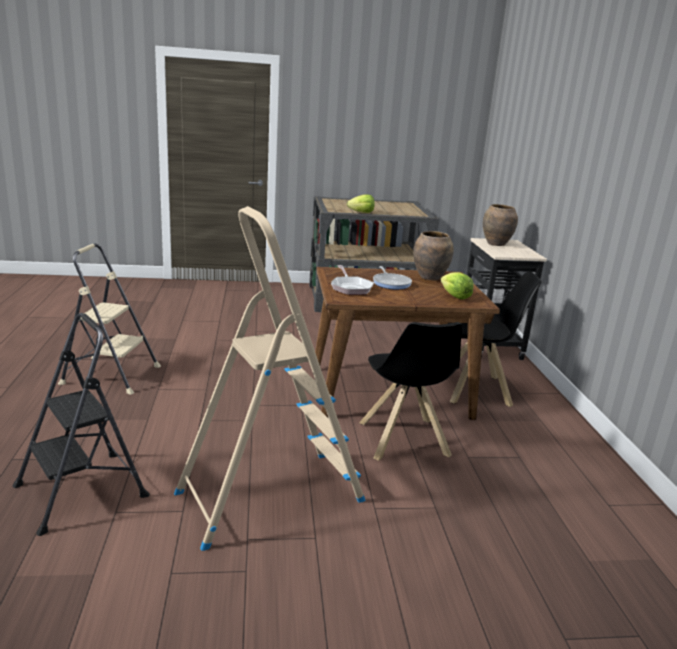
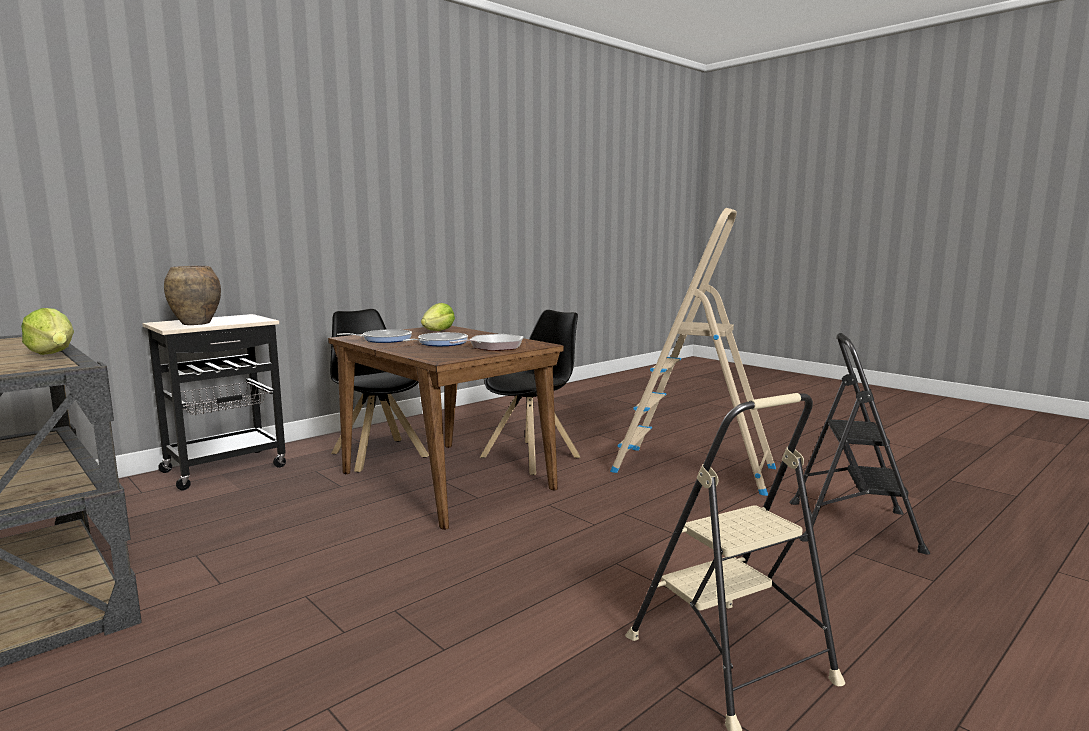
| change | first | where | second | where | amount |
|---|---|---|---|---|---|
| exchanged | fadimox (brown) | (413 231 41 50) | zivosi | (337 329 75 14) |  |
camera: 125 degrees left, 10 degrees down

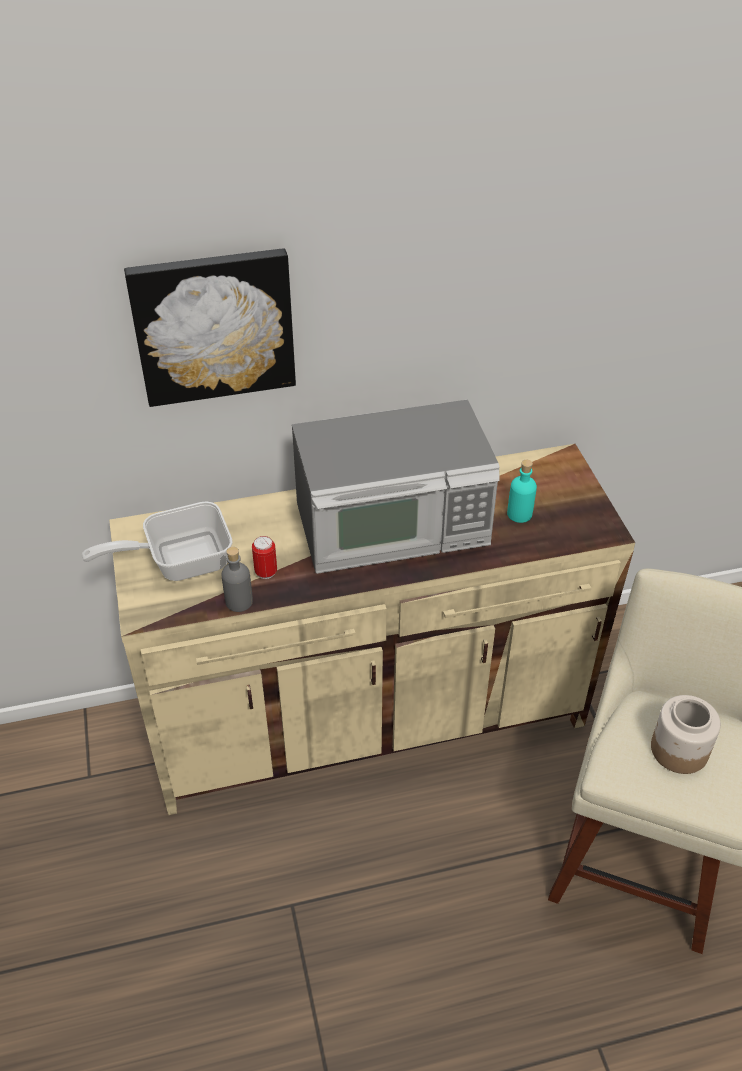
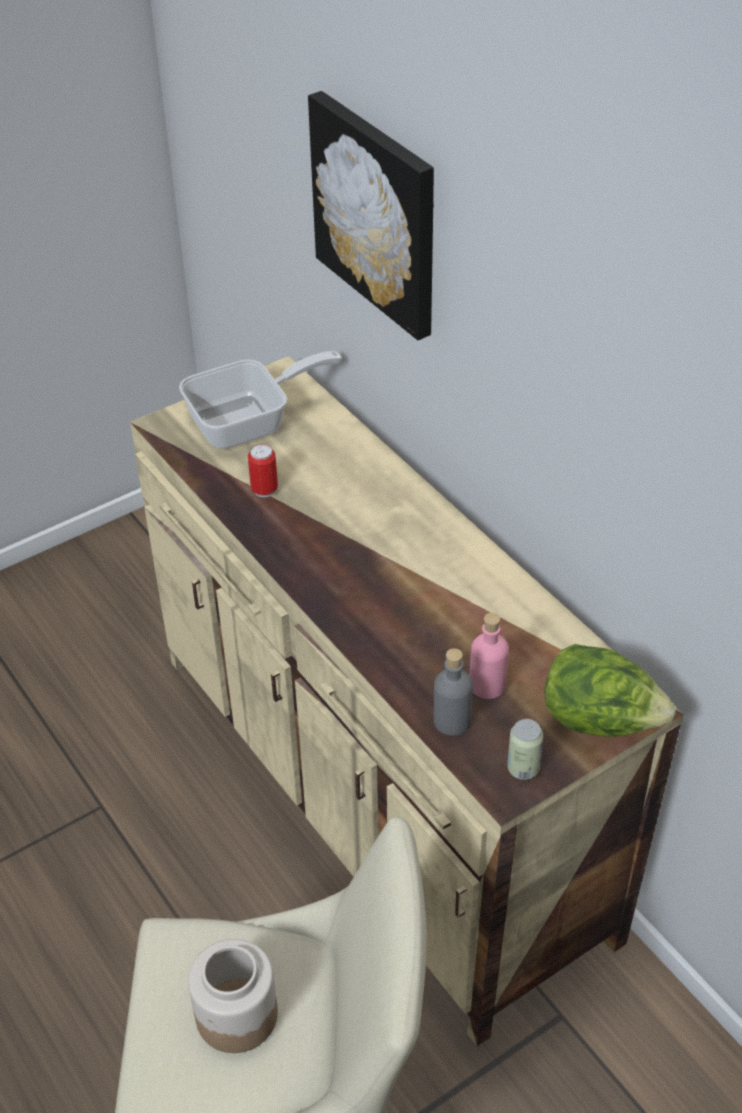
| change | first | where | second | where | amount |
|---|---|---|---|---|---|
| spun | zivosi | (82 501 151 80) |  | (179 351 163 98) | 105 degrees clockwise |
| relocated | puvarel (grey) | (221 547 32 65) |  | (434 648 39 88) |  |
| colour | puvarel (turquoise) | (507 460 30 63) | puvarel (pink) | (470 613 39 86) |  |
| appeared |  |  | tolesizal | (508 719 35 61) |  |
| appeared |  |  | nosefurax | (544 644 132 93) |  |
| missing | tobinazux | (292 400 208 174) |  |  |  |
camera: 70 degrees right, 0 degrees up

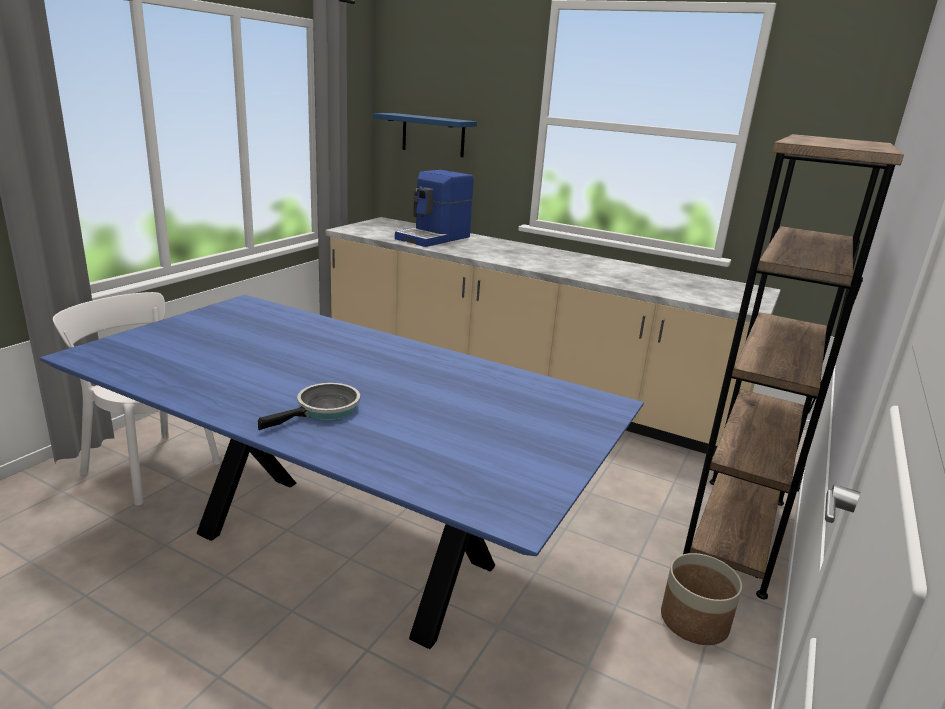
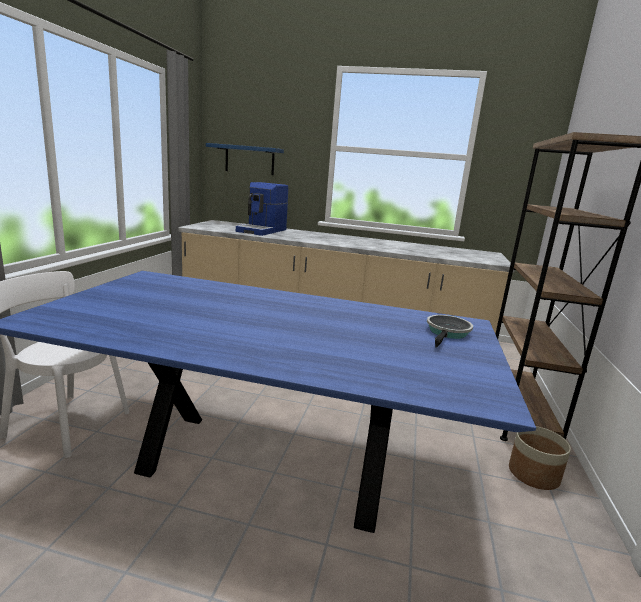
| change | first | where | second | where | amount |
|---|---|---|---|---|---|
| relocated | zivosi | (258 383 102 47) |  | (427 315 46 33) |  |
camera: 15 degrees left, 5 degrees down

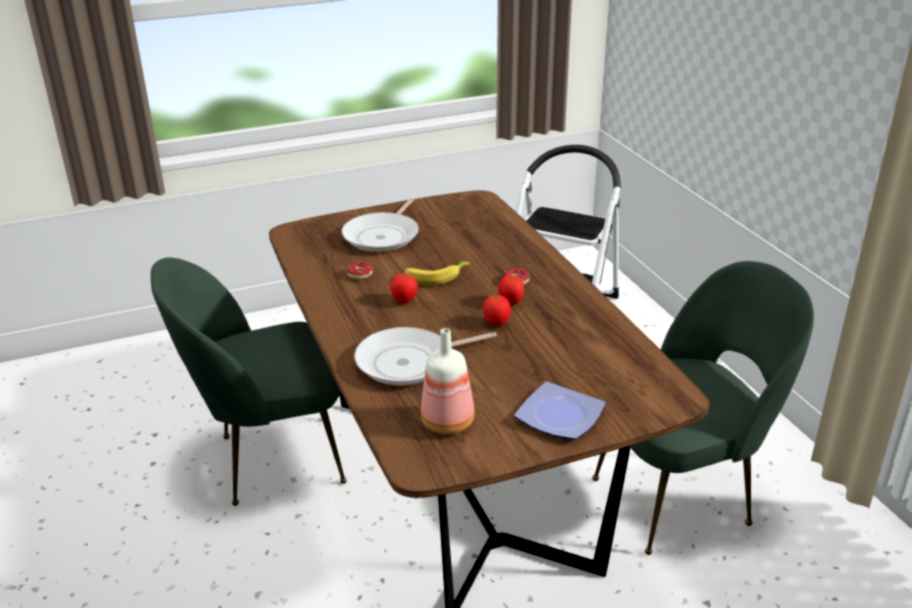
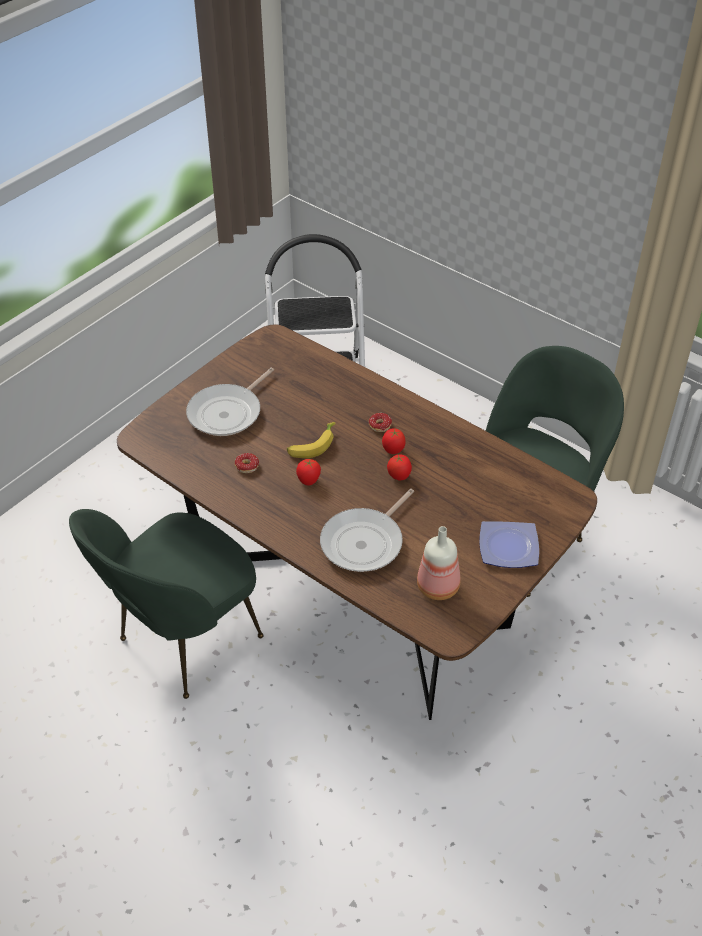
| change | first | where | second | where | amount |
|---|---|---|---|---|---|
| spun | zivosi | (342 198 77 54) |  | (186 368 88 68) | 45 degrees clockwise |
camera: 30 degrees left, 15 degrees up

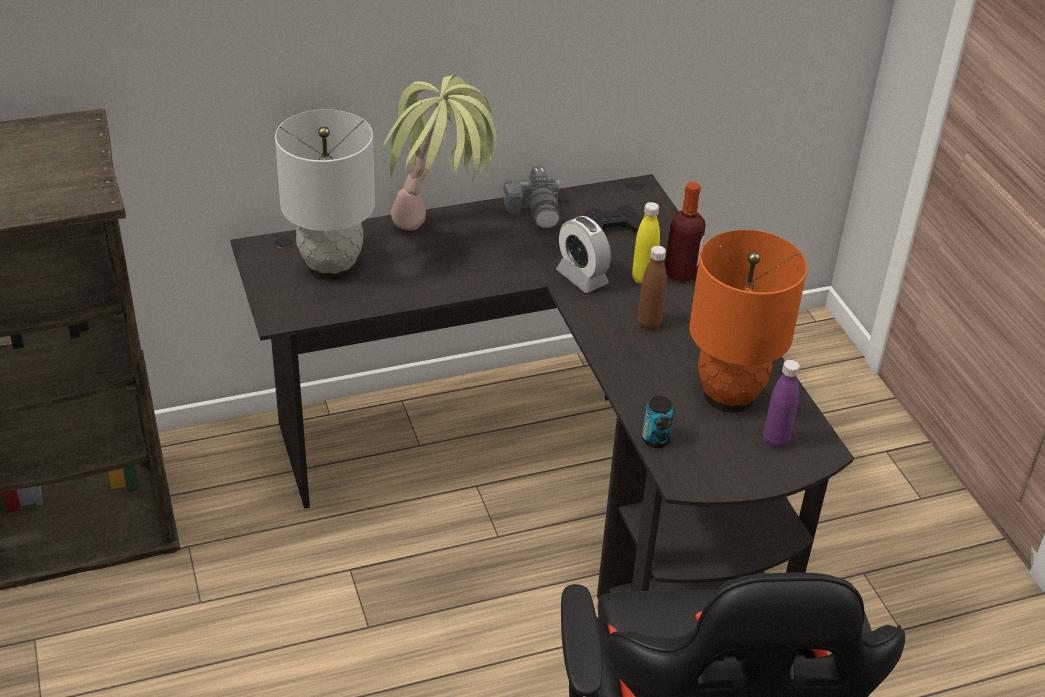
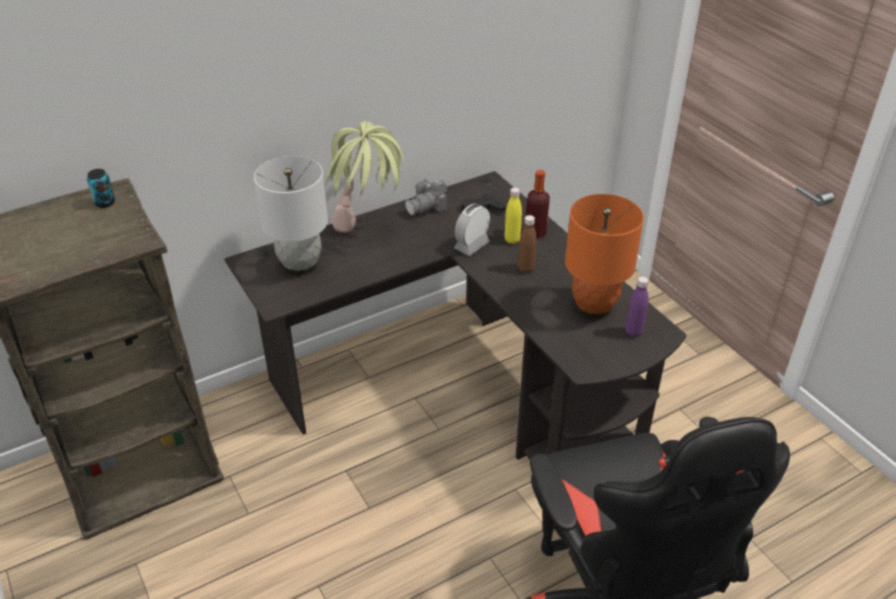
| change | first | where | second | where | amount |
|---|---|---|---|---|---|
| relocated | tolesizal | (642 396 32 52) |  | (87 169 28 39) |  |
| spun | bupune | (503 166 58 63) |  | (405 179 42 37) | 75 degrees clockwise |
| spun | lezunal | (556 216 55 77) |  | (454 204 36 52) | 90 degrees clockwise |
camera: 10 degrees left, 0 degrees up

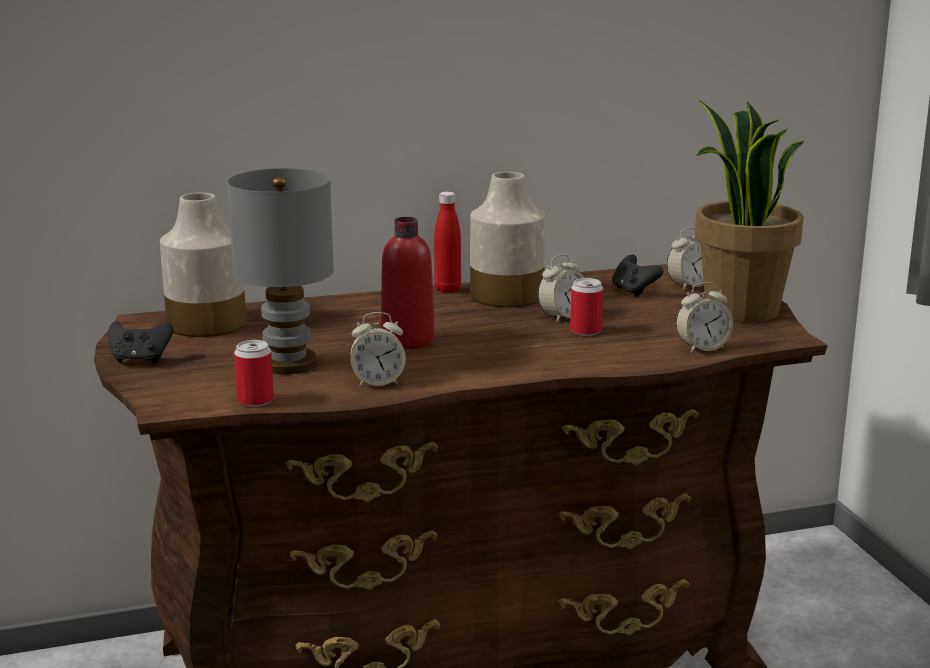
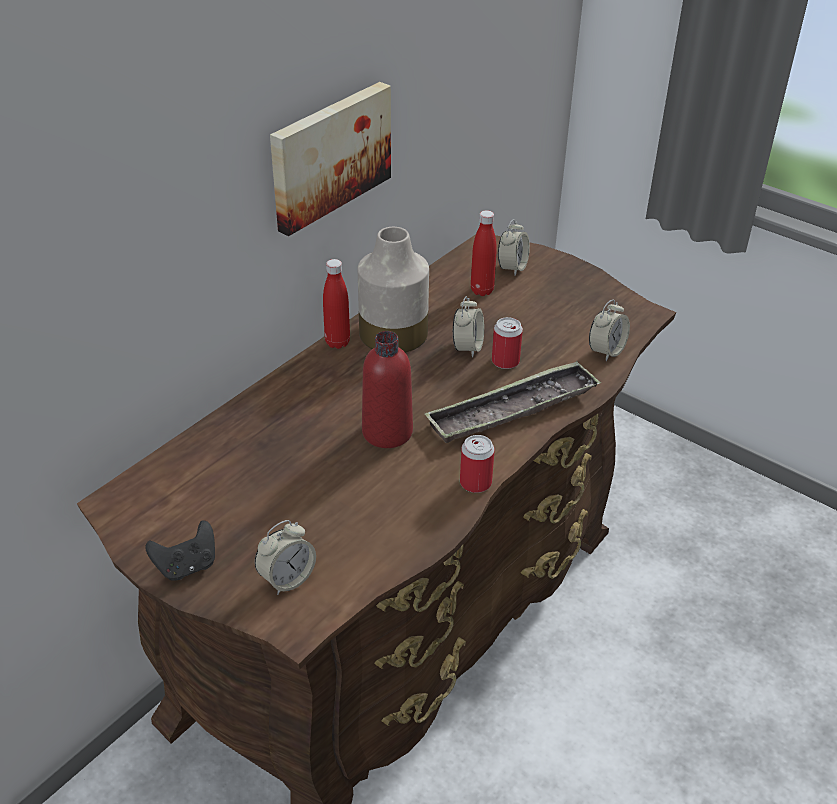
| change | first | where | second | where | amount |
|---|---|---|---|---|---|
| relocated | lezunal | (350 312 56 75) |  | (255 520 61 75) |  |
| appeared |  |  | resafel | (270 82 121 154) |  |
| appeared |  |  | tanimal | (425 361 176 82) |  |
| relocated | tolesizal | (234 340 40 67) |  | (460 435 35 58) |  |
| exchanged | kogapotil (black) | (612 255 51 42) | puvarel (red) | (471 210 26 86) |  |
| missing | fadimox (beige) | (160 193 87 144) |  |  |  |
| missing | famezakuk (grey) | (227 168 107 206) |  |  |  |
| missing | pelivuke | (695 100 110 222) |  |  |  |
camera: 35 degrees left, 20 degrees up

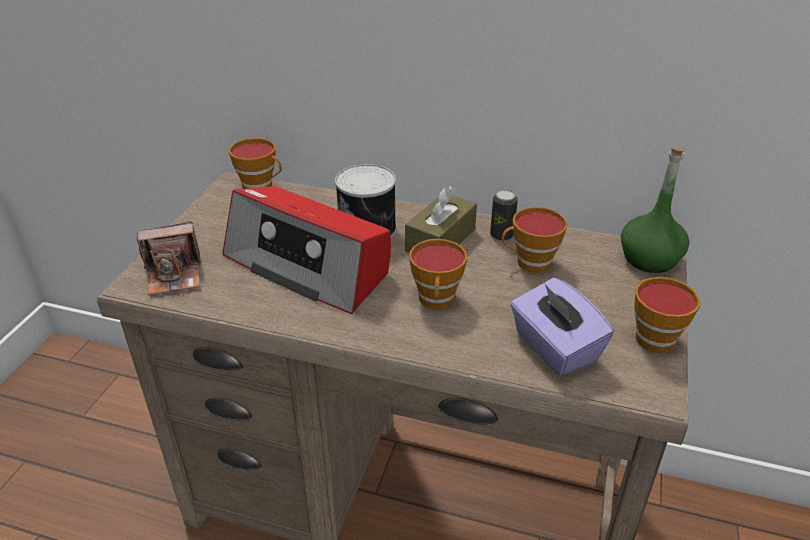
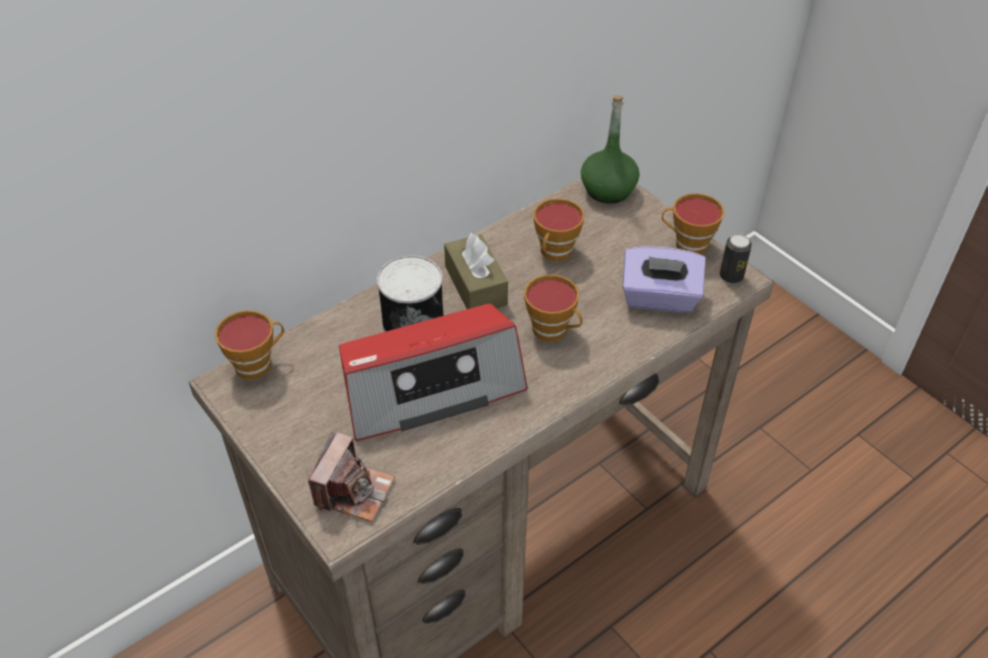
| change | first | where | second | where | amount |
|---|---|---|---|---|---|
| relocated | tolesizal | (490 190 28 51) |  | (720 234 32 49) |  |
camera: 55 degrees left, 10 degrees up

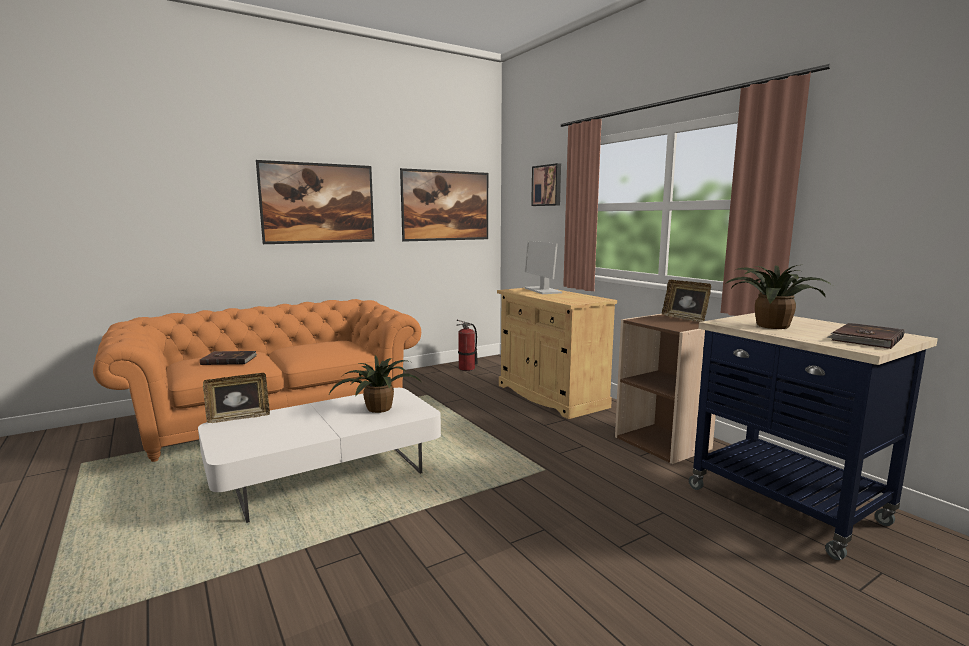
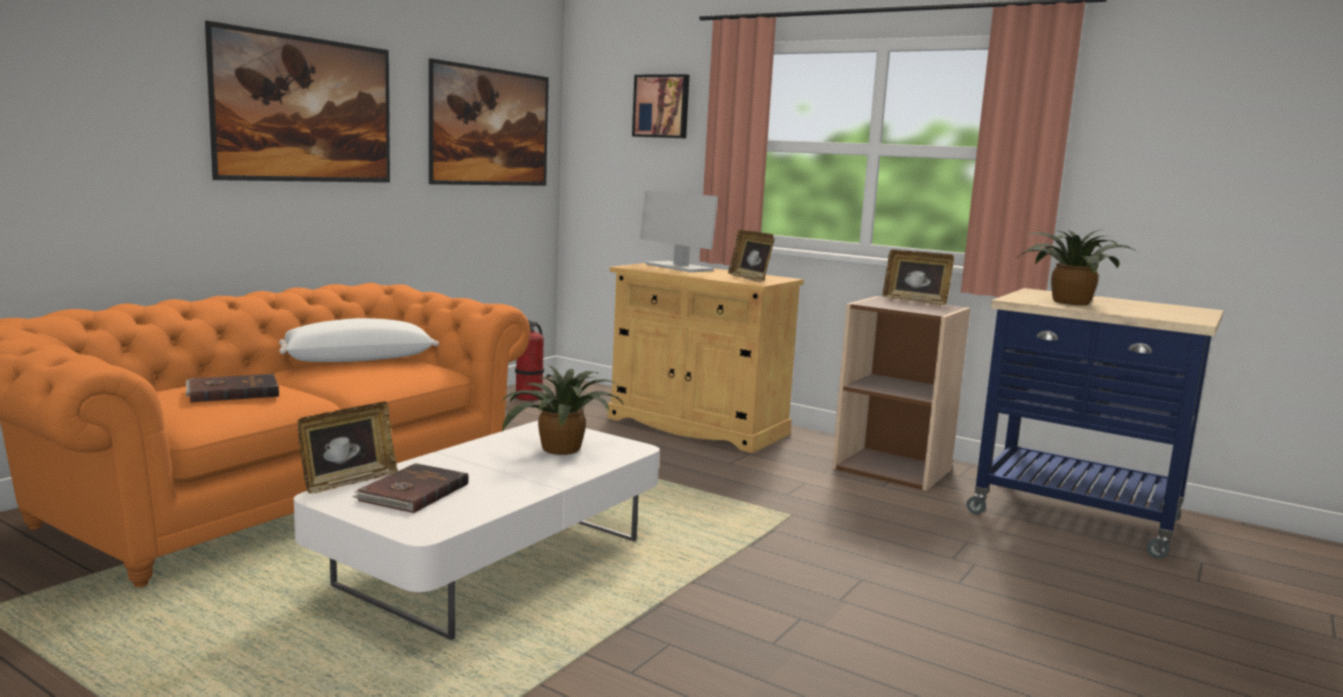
| change | first | where | second | where | amount |
|---|---|---|---|---|---|
| appeared |  |  | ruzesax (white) | (279 318 160 44) |  |
| relocated | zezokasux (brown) | (828 323 76 26) |  | (352 463 117 50) |  |
| appeared |  |  | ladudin | (728 230 47 52) |  |
camera: 25 degrees left, 0 degrees up

